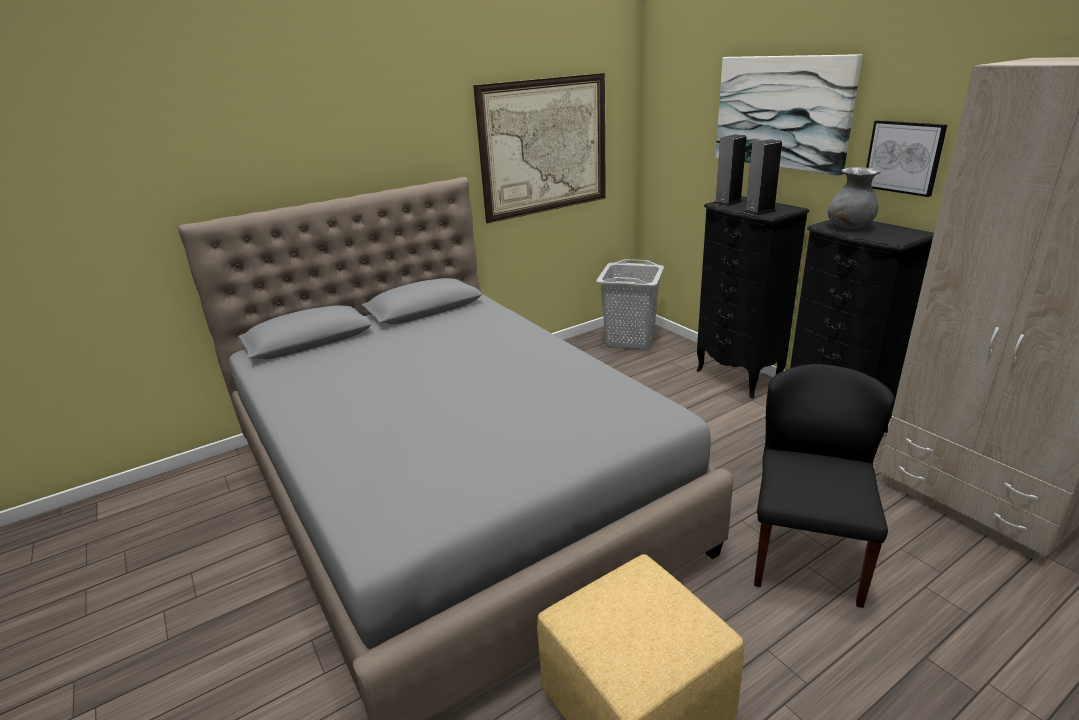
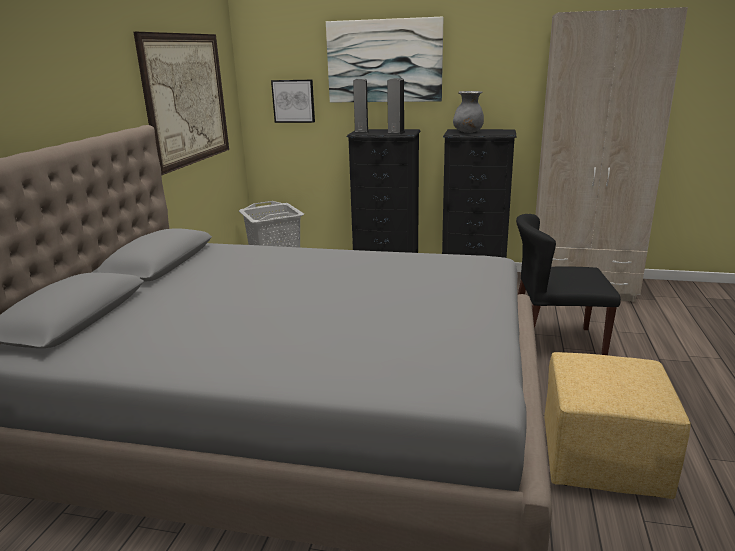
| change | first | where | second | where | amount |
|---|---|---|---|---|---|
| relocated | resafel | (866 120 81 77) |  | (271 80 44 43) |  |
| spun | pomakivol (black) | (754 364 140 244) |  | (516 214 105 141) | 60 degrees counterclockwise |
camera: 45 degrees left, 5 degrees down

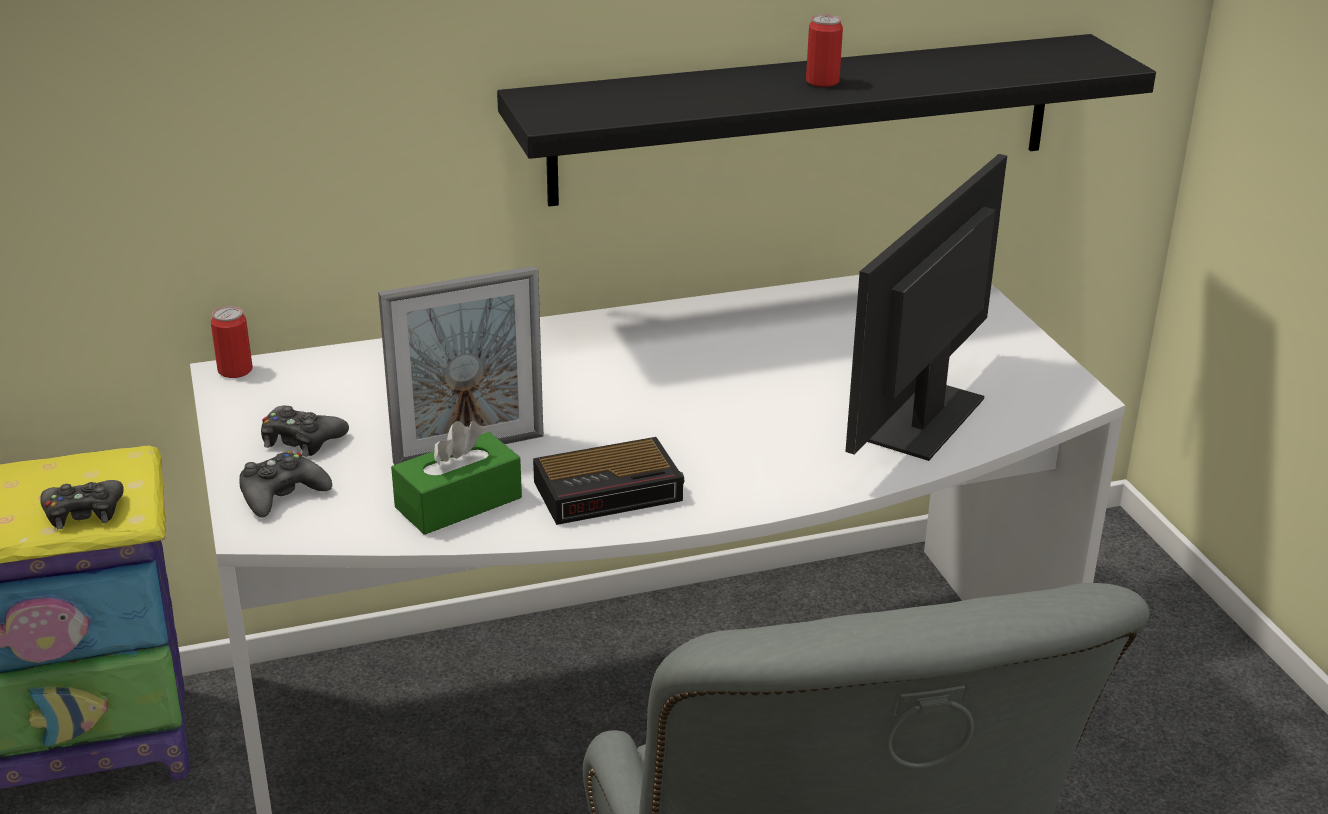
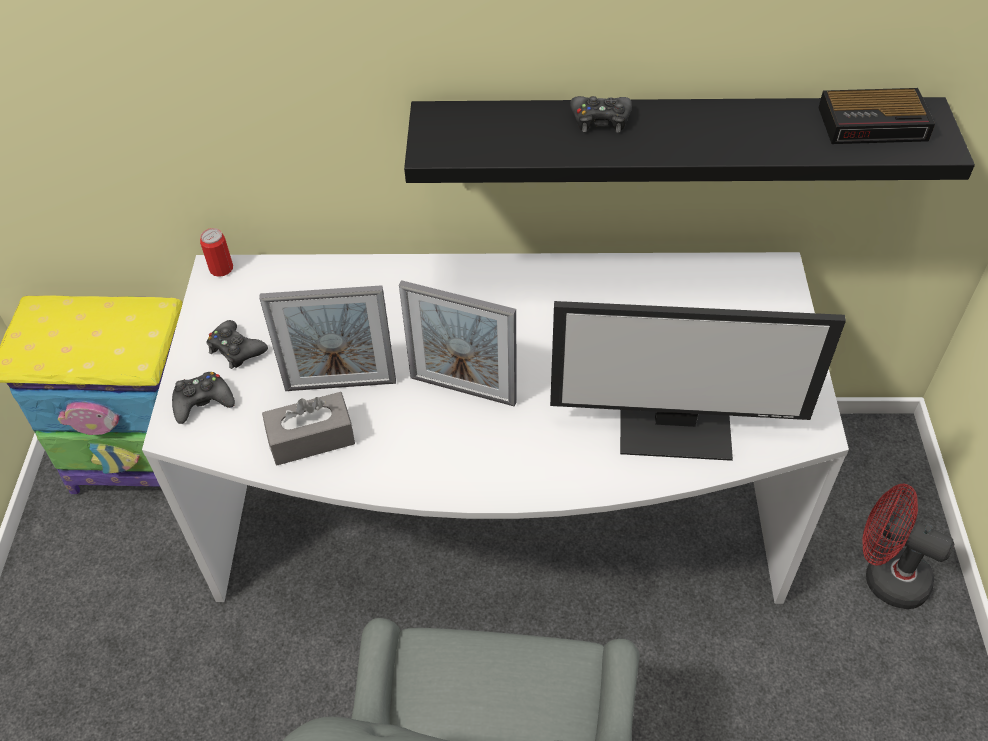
| change | first | where | second | where | amount |
|---|---|---|---|---|---|
| colour | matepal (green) | (391 421 131 114) | matepal (grey) | (262 392 93 73) |  |
| appeared |  |  | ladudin | (399 280 118 127) |  |
| spun | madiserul | (845 154 162 307) |  | (550 301 296 160) | 135 degrees counterclockwise |
| relocated | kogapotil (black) | (40 480 84 49) |  | (570 96 62 37) |  |
| relocated | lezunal | (533 437 152 88) |  | (818 88 117 56) |  |
| appeared |  |  | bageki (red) | (862 484 92 125) |  |
| missing | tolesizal | (806 14 37 73) |  |  |  |
camera: 20 degrees right, 20 degrees up

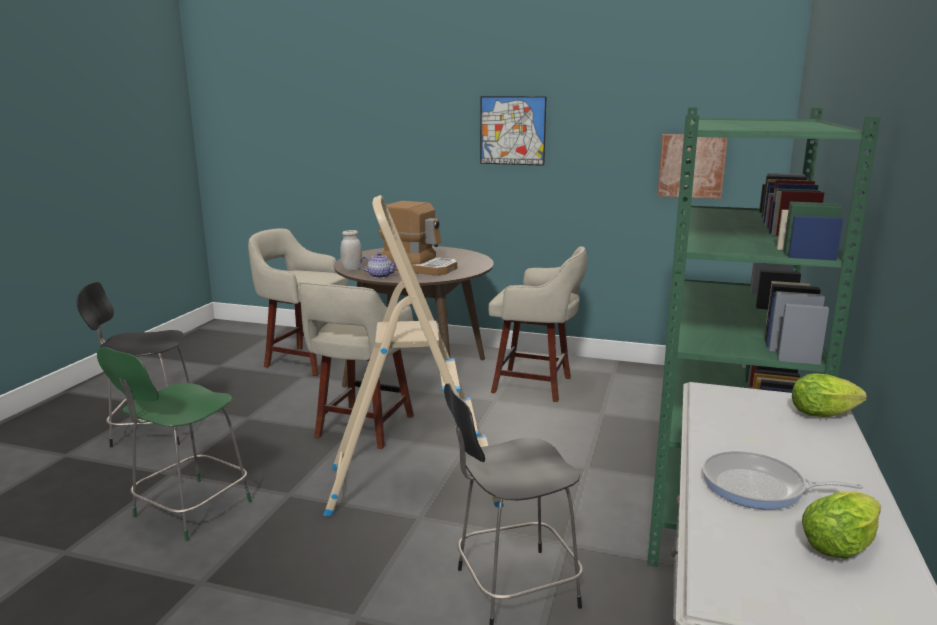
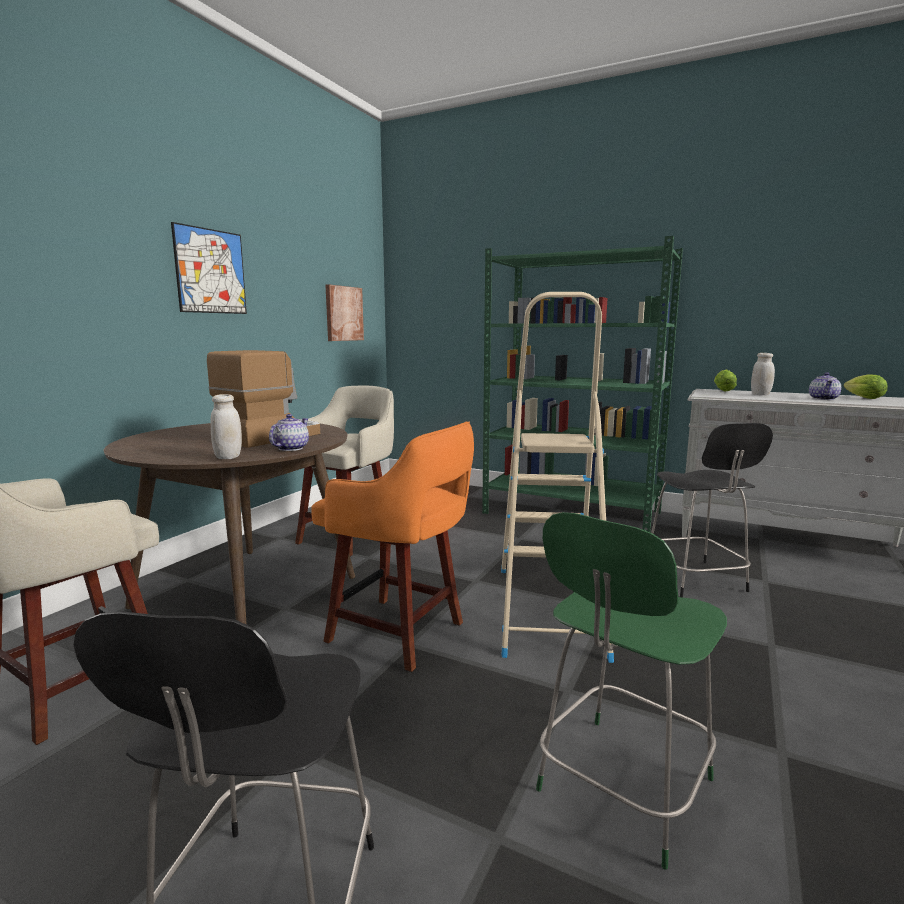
| change | first | where | second | where | amount |
|---|---|---|---|---|---|
| colour | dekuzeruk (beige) | (300 282 114 167) | dekuzeruk (orange) | (311 422 163 250) |  |
| spun | pomakivol (green) | (97 347 155 195) |  | (536 512 191 358) | 90 degrees clockwise |
| appeared |  |  | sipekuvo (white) | (751 353 24 42) |  |
| exchanged | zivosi | (702 451 161 58) | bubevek | (809 372 32 28) |  |
camera: 80 degrees left, 5 degrees down

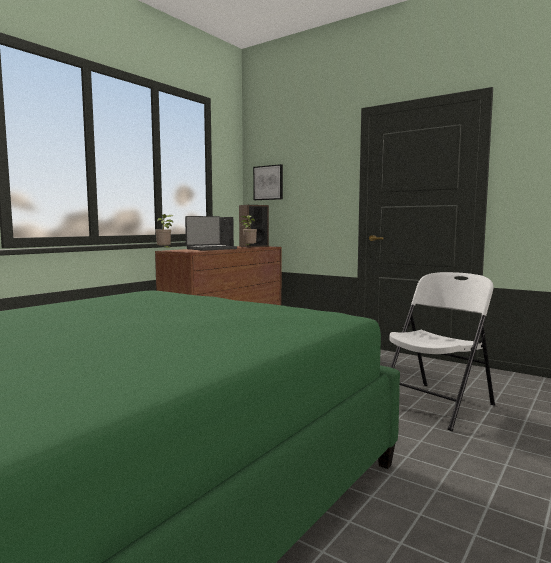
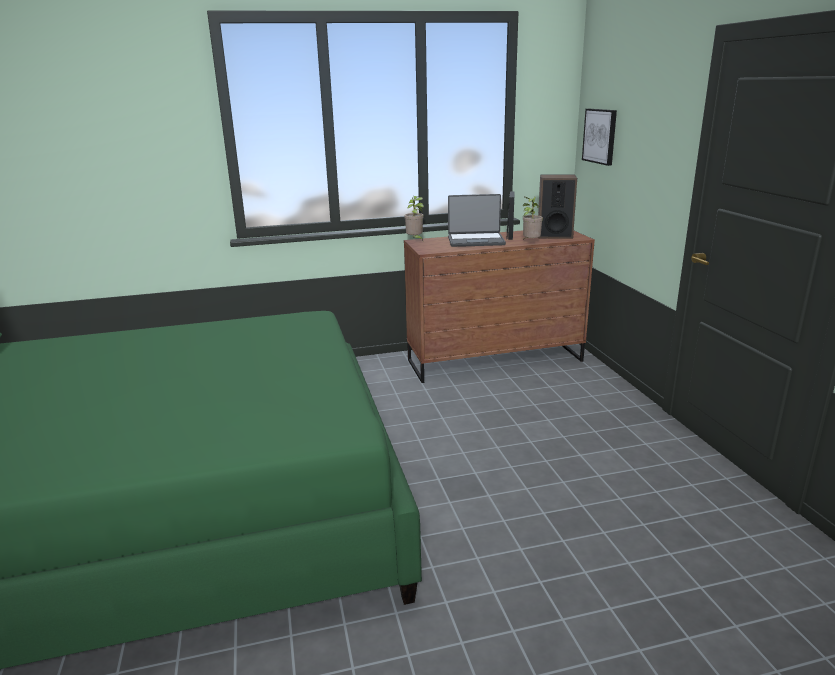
| change | first | where | second | where | amount |
|---|---|---|---|---|---|
| missing | pomakivol (white) | (389 272 106 159) |  |  |  |
camera: 40 degrees right, 15 degrees up

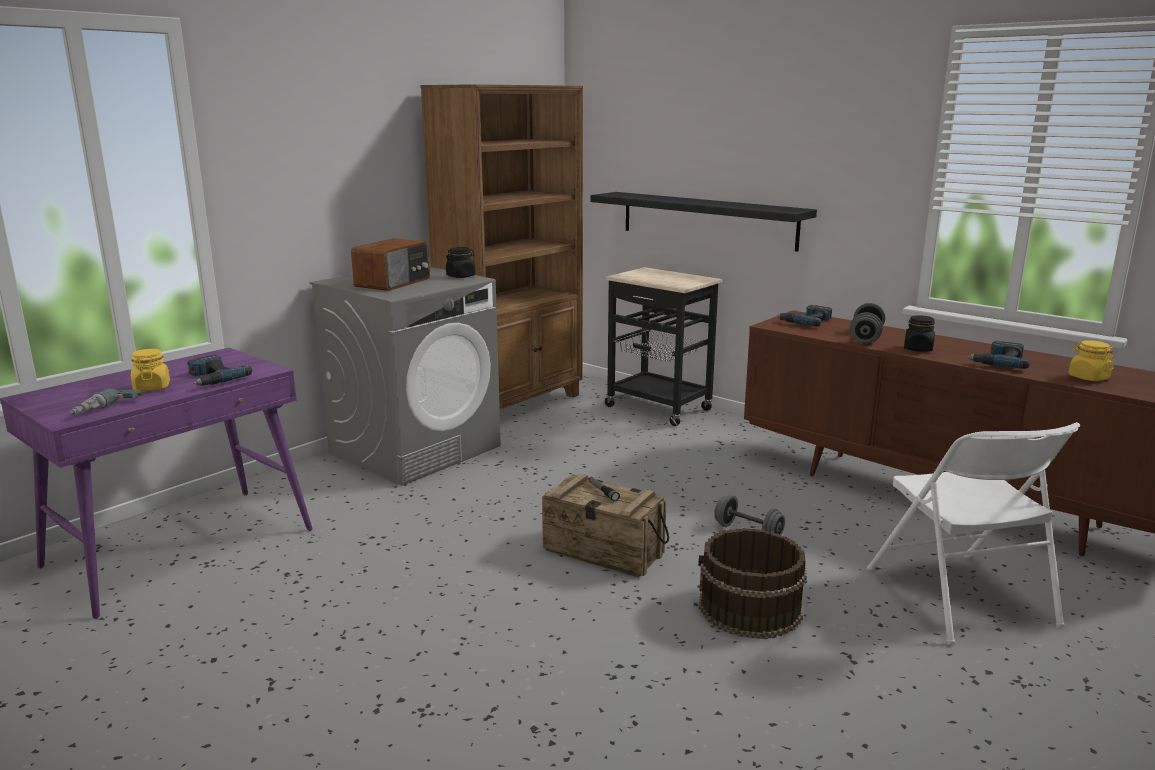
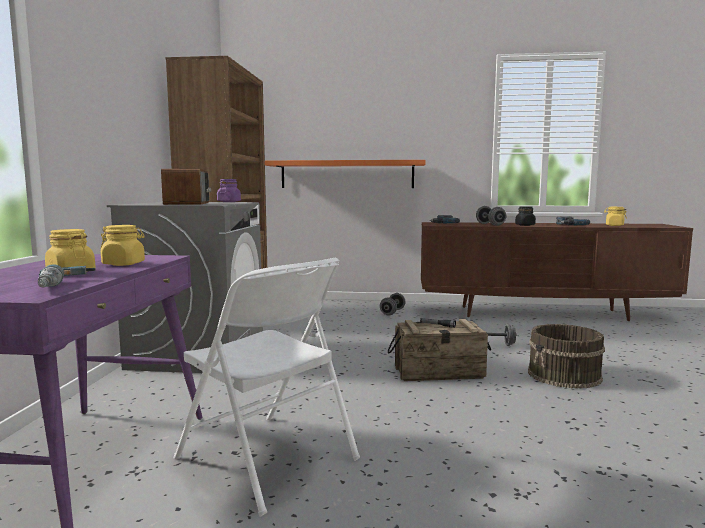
| change | first | where | second | where | amount |
|---|---|---|---|---|---|
| exchanged | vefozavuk | (187 355 65 31) | sipekuvo (yellow) | (101 225 44 41) |  |
| relocated | pomakivol (white) | (867 422 213 223) |  | (174 258 186 259) |  |
| colour | sipekuvo (black) | (446 247 29 31) | sipekuvo (purple) | (217 179 24 23) |  |
| colour | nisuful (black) | (591 192 226 60) | nisuful (orange) | (265 160 161 28) |  |
| appeared |  |  | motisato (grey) | (380 293 26 22) |  |
| missing | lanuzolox | (605 267 117 159) |  |  |  |
camera: 35 degrees left, 10 degrees down

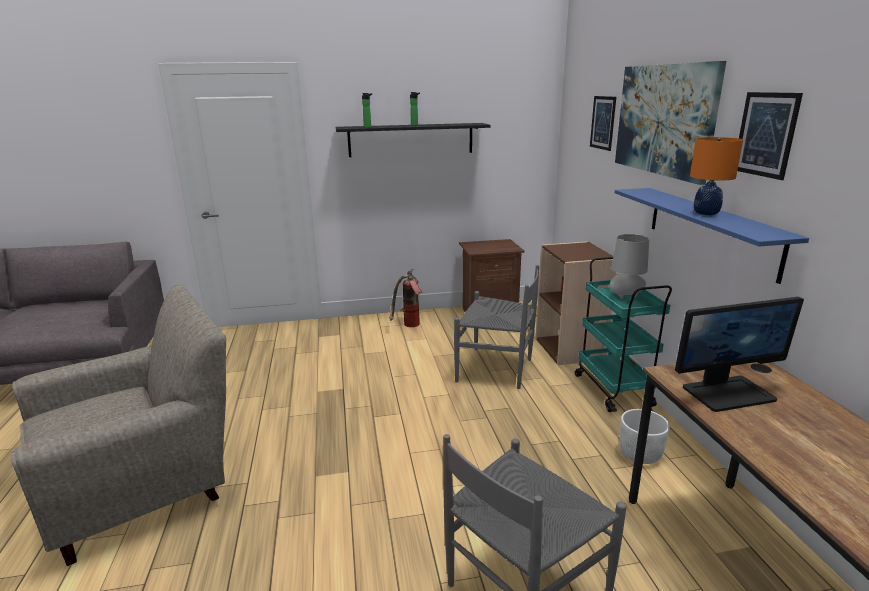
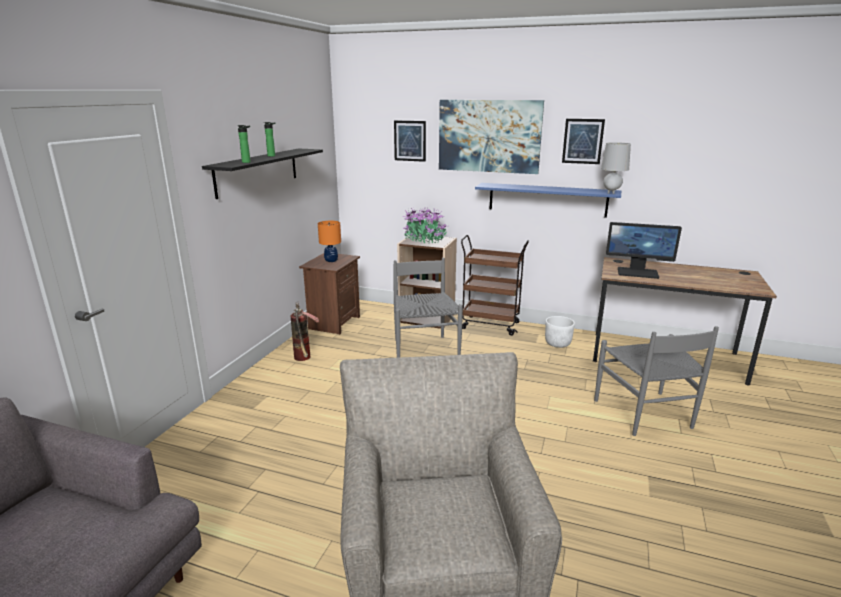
| change | first | where | second | where | amount |
|---|---|---|---|---|---|
| relocated | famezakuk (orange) | (690 137 53 78) |  | (318 221 23 41) |  |
| spun | pomakivol (grey) | (454 265 85 124) |  | (394 258 69 100) | 60 degrees counterclockwise |
| appeared |  |  | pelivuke | (402 206 45 37) |  |
| colour | lanuzolox (turquoise) | (575 257 97 155) | lanuzolox (brown) | (461 235 68 101) |  |
| relocated | famezakuk (grey) | (609 234 40 65) |  | (601 142 30 52) |  |
| spun | madiserul | (675 297 129 115) |  | (606 222 76 57) | 90 degrees clockwise |
camera: 60 degrees left, 0 degrees up

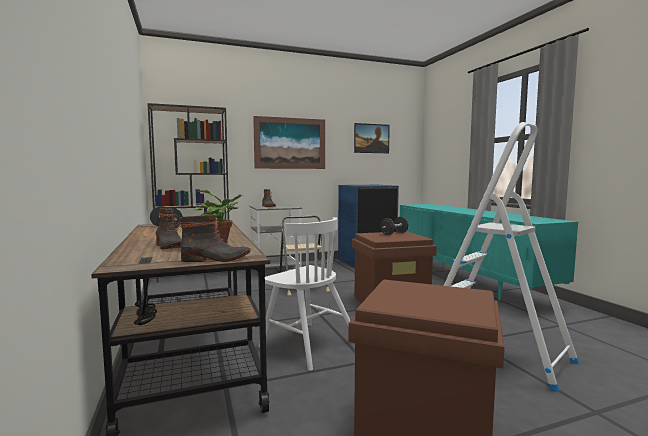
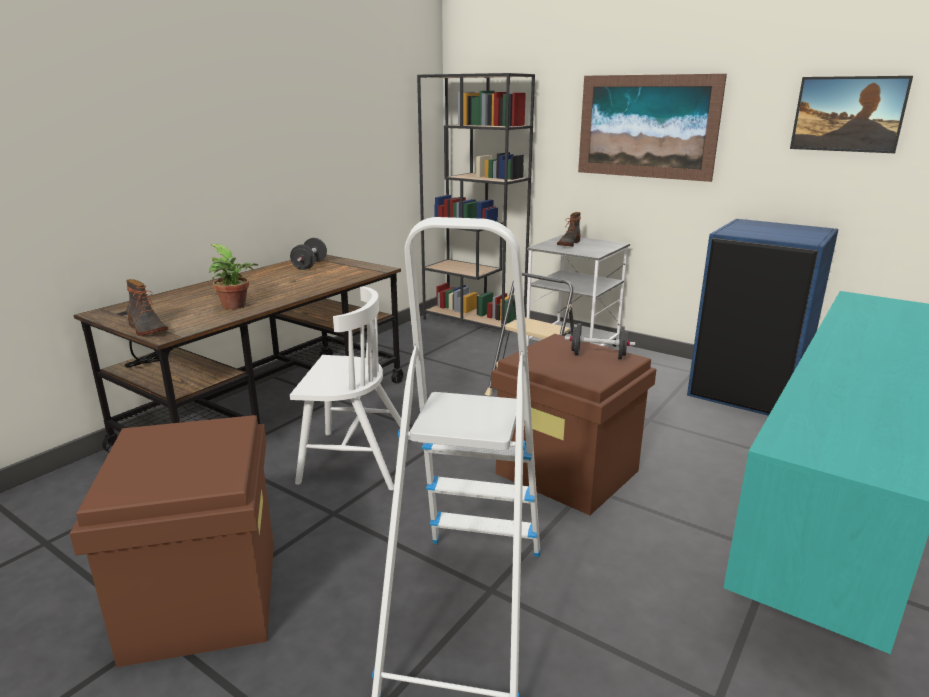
| change | first | where | second | where | amount |
|---|---|---|---|---|---|
| spun | pomakivol (white) | (259 217 91 153) |  | (290 287 120 203) | 90 degrees counterclockwise |
| missing | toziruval | (156 208 25 42) |  |  |  |
camera: 55 degrees right, 15 degrees up

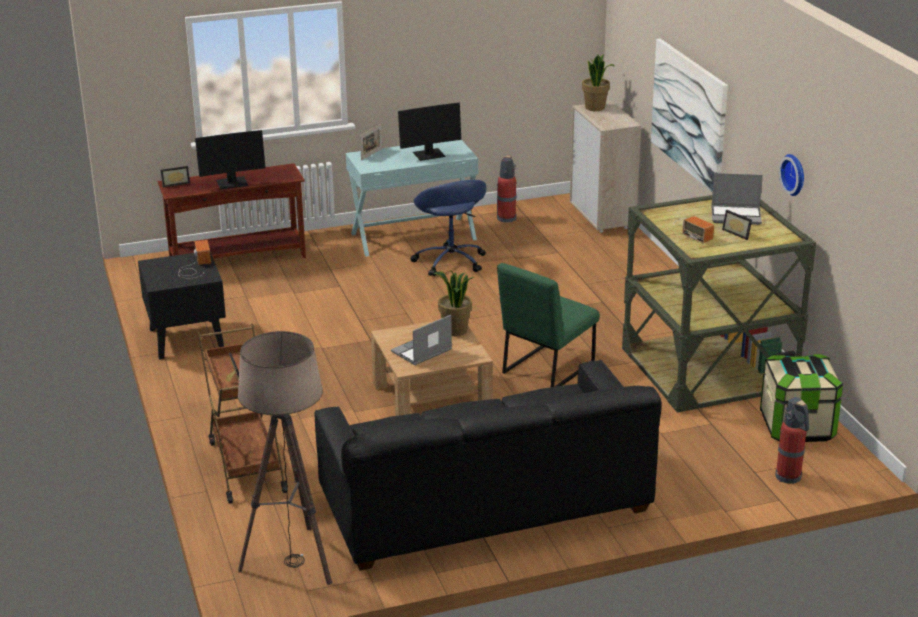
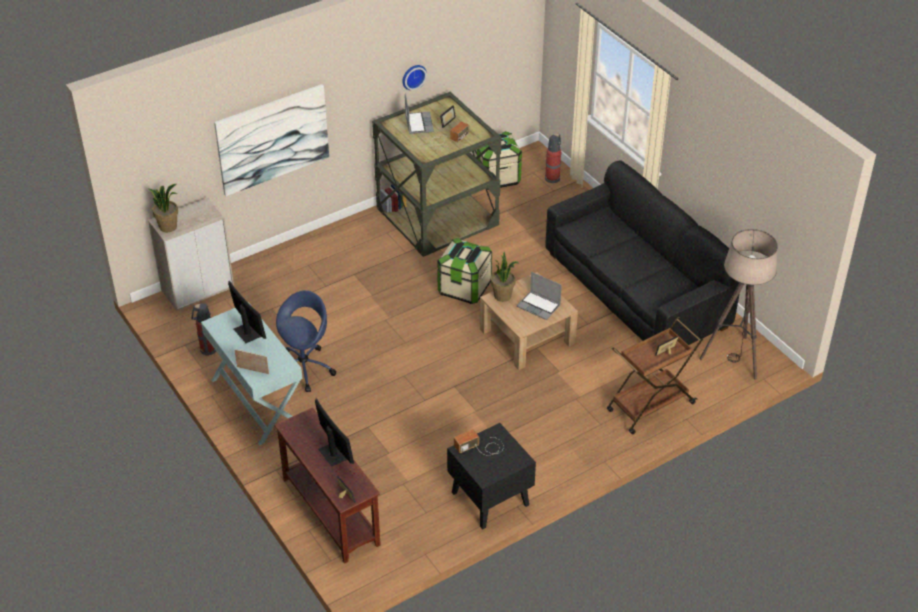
| change | first | where | second | where | amount |
|---|---|---|---|---|---|
| exchanged | pomakivol (green) | (497 263 103 124) | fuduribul | (437 238 55 66) |  |
camera: 105 degrees left, 15 degrees up

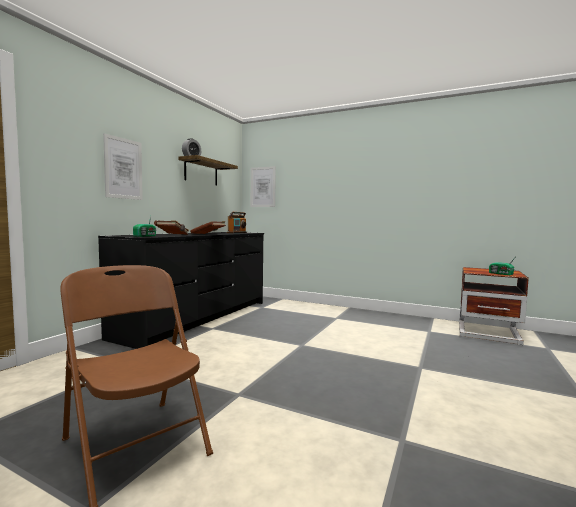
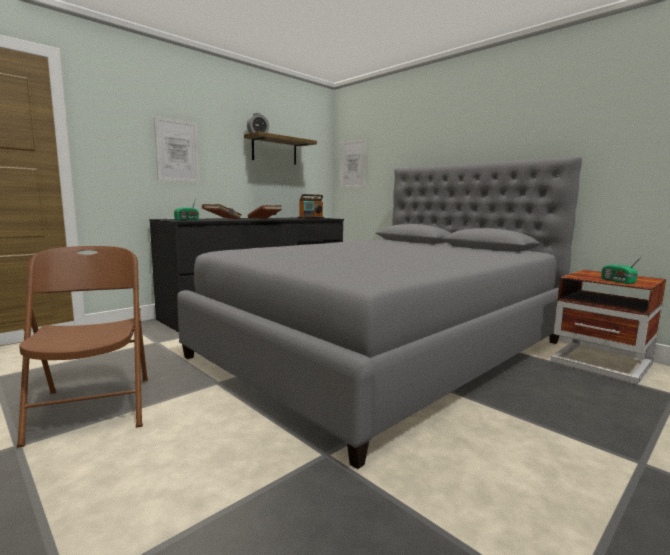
| change | first | where | second | where | amount |
|---|---|---|---|---|---|
| appeared |  |  | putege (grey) | (177 156 405 313) |  |
camera: 20 degrees right, 5 degrees up

